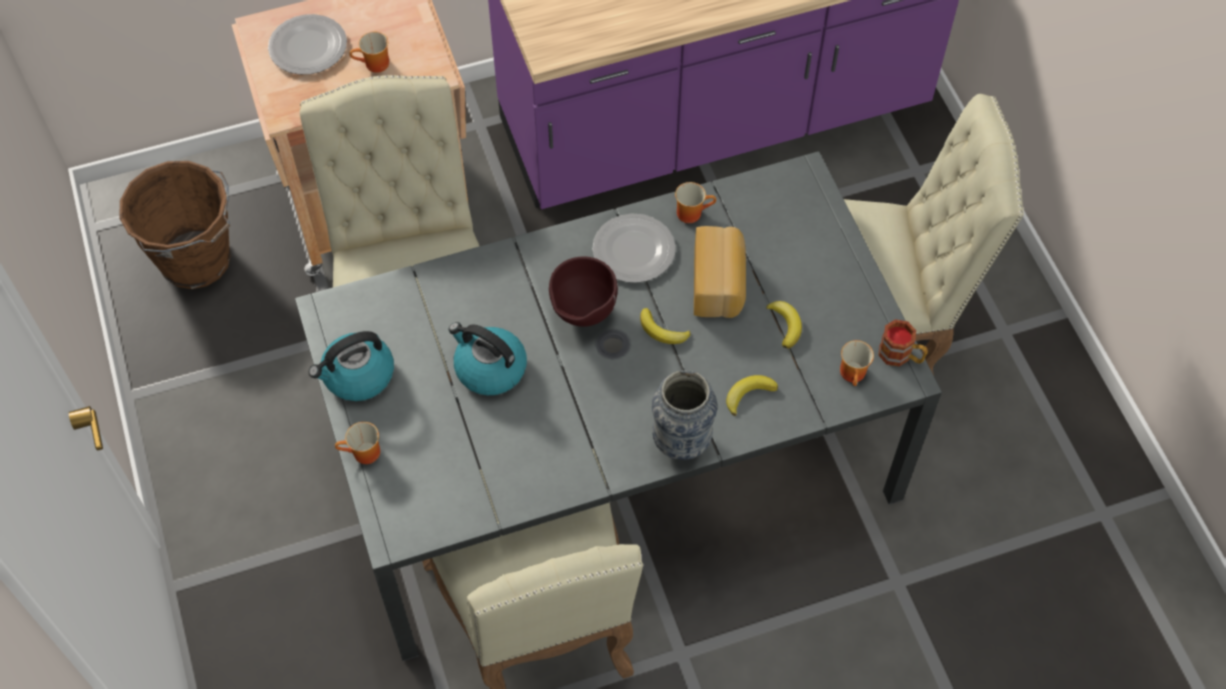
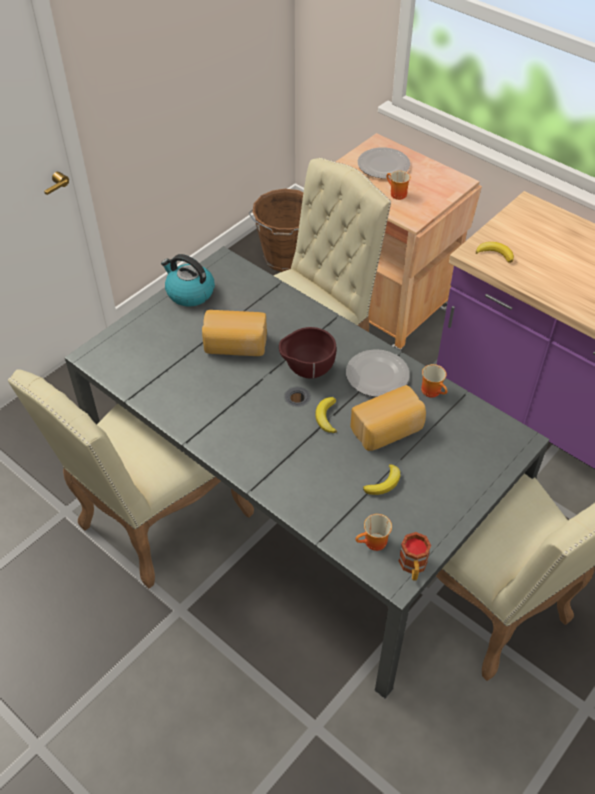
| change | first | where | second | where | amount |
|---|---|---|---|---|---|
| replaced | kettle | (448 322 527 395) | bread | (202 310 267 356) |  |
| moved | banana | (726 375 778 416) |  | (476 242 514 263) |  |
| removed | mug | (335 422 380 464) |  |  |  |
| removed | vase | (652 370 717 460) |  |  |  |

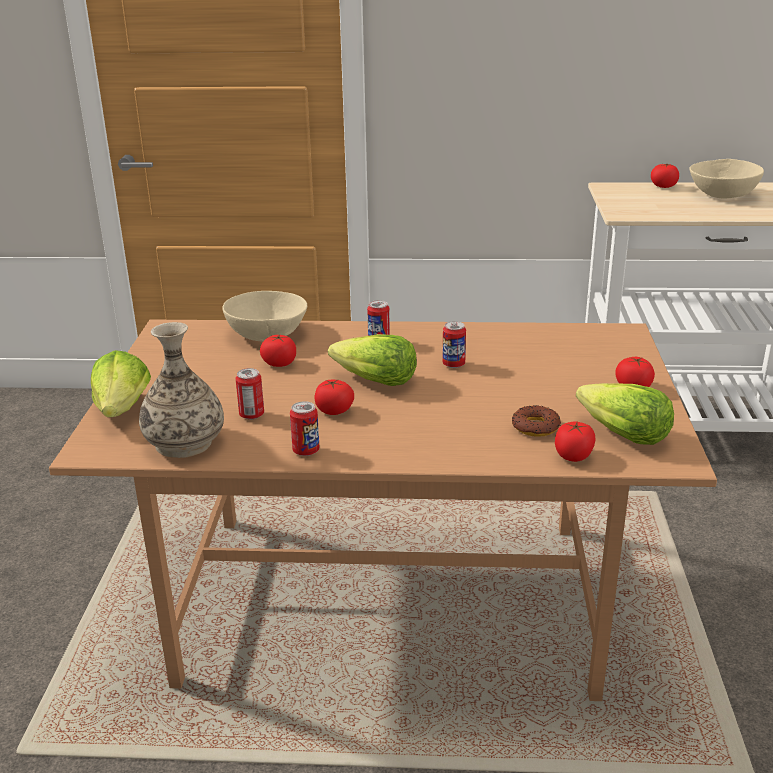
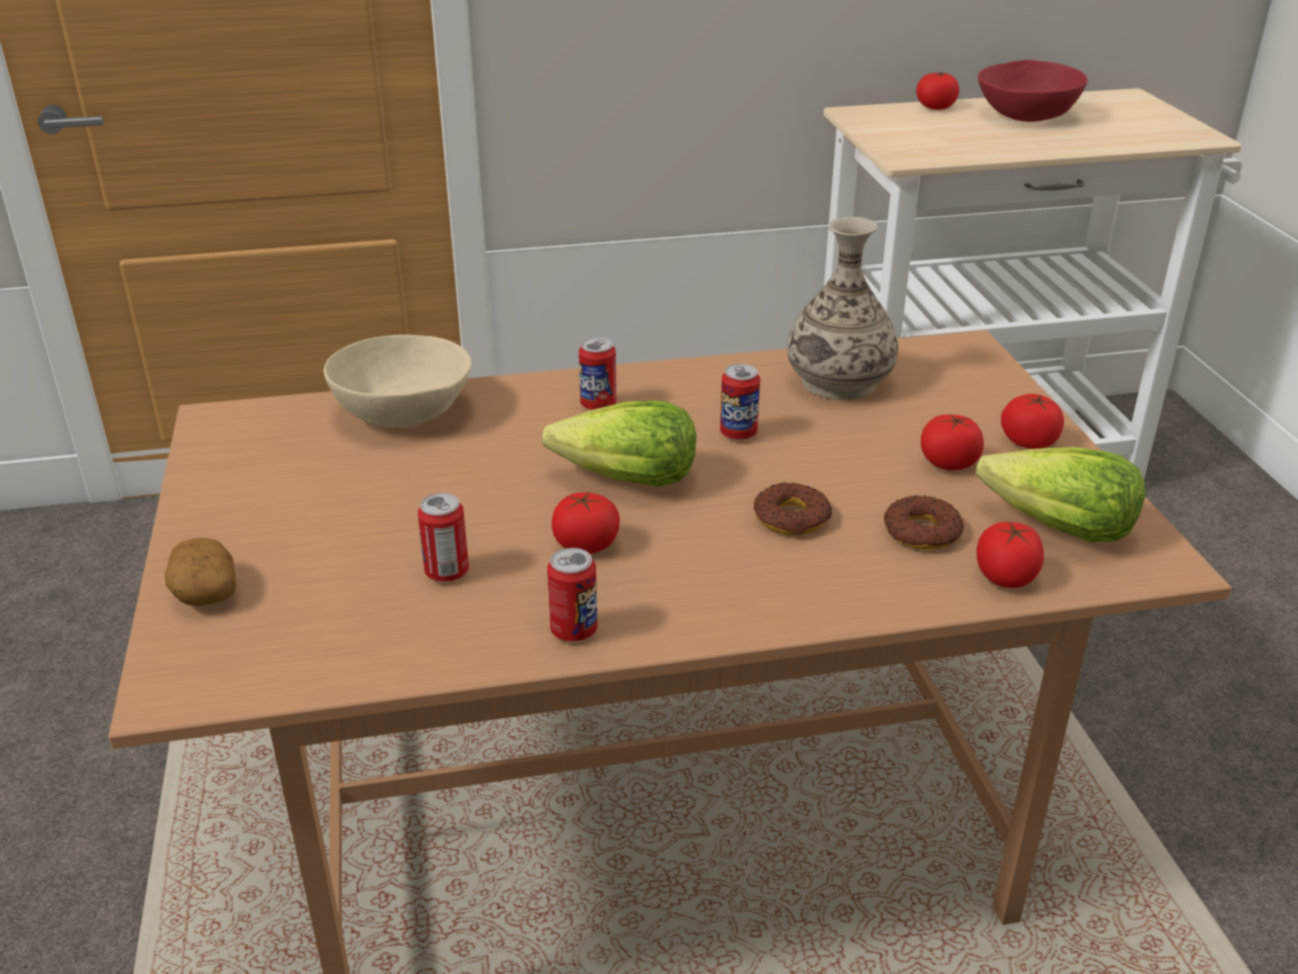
| change | first | where | second | where | amount |
|---|---|---|---|---|---|
| replaced | lettuce | (91 350 151 417) | potato | (165 538 236 606) |  |
| added |  |  | donut | (754 482 832 535) |  |
| moved | vase | (139 322 224 458) |  | (787 217 898 400) |  |
| moved | tomato | (260 334 296 367) |  | (921 414 984 470) |  |
| recoloured | beige bowl | (689 159 764 198) | red bowl | (978 60 1088 122) |  |

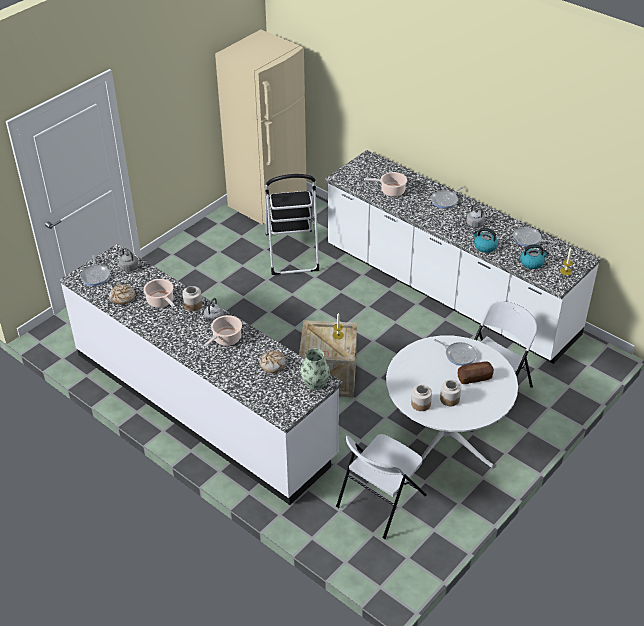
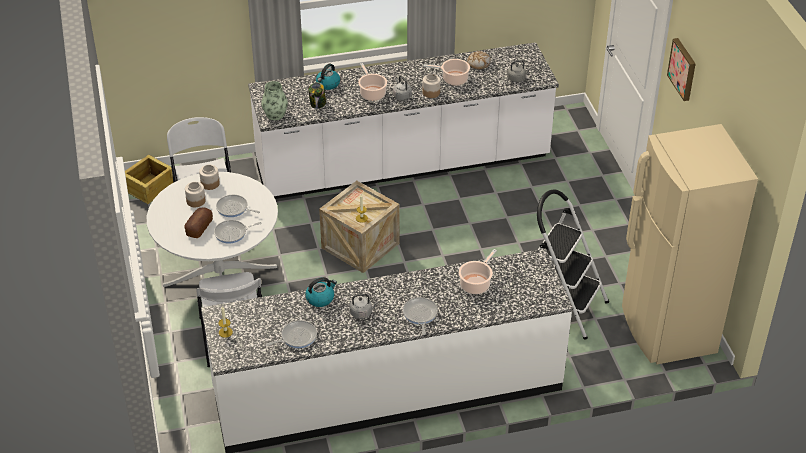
| change | first | where | second | where | amount |
|---|---|---|---|---|---|
| added |  |  | crate | (125 155 173 204) |  |
| moved | frying pan | (80 255 110 286) |  | (216 195 260 217) |  |
| replaced | bread | (260 351 286 373) | jar | (308 82 326 109) |  |
| moved | kettle | (520 244 549 269) |  | (316 63 340 90) |  |
| added |  |  | picture | (667 38 696 101) |  |

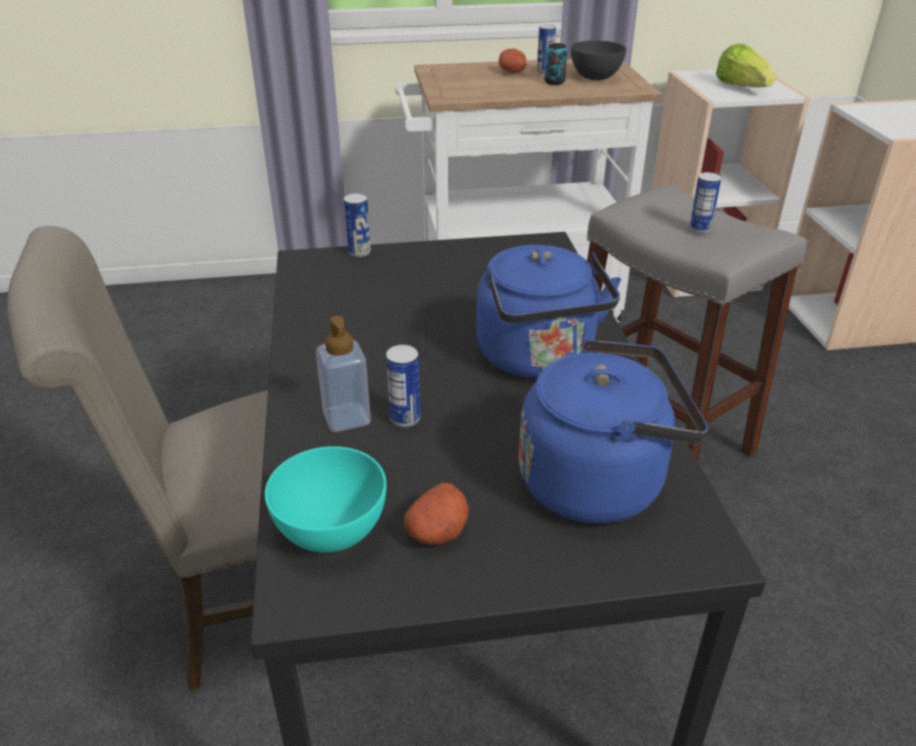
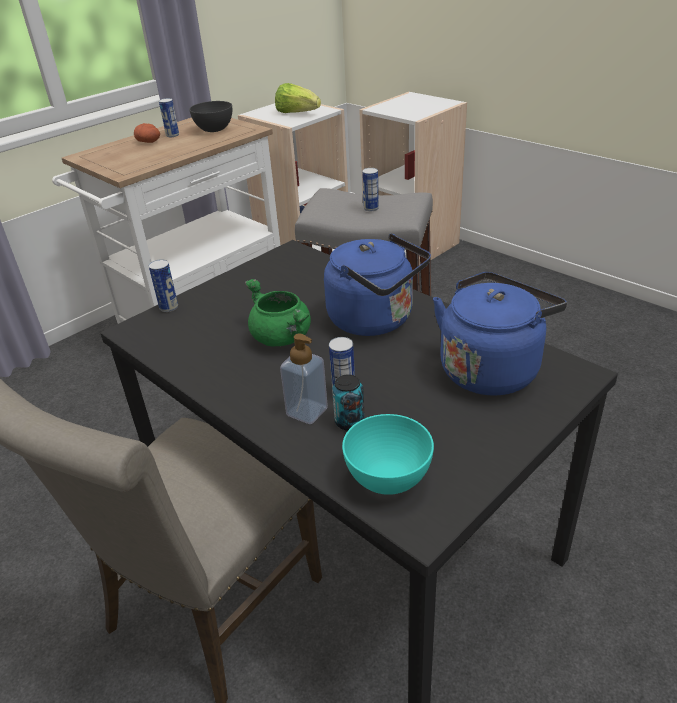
| change | first | where | second | where | amount |
|---|---|---|---|---|---|
| added |  |  | green cooking pot | (245 279 311 346) |  |
| moved | can | (544 43 567 85) |  | (332 374 365 431) |  |
| removed | potato | (404 483 469 545) |  |  |  |

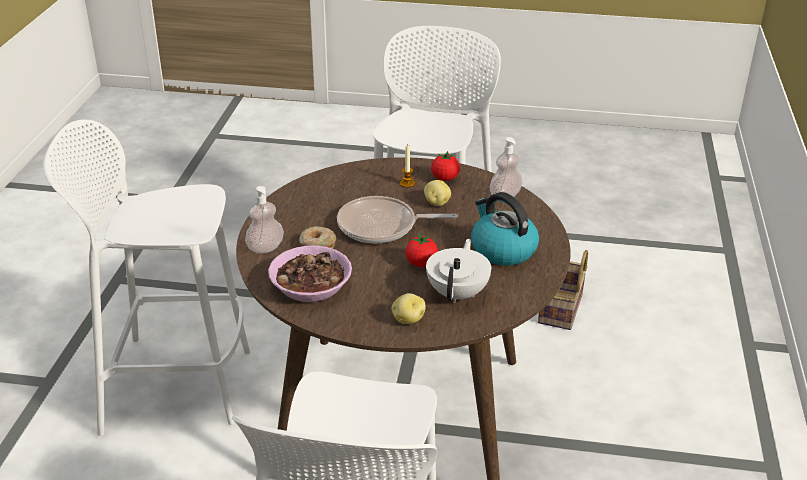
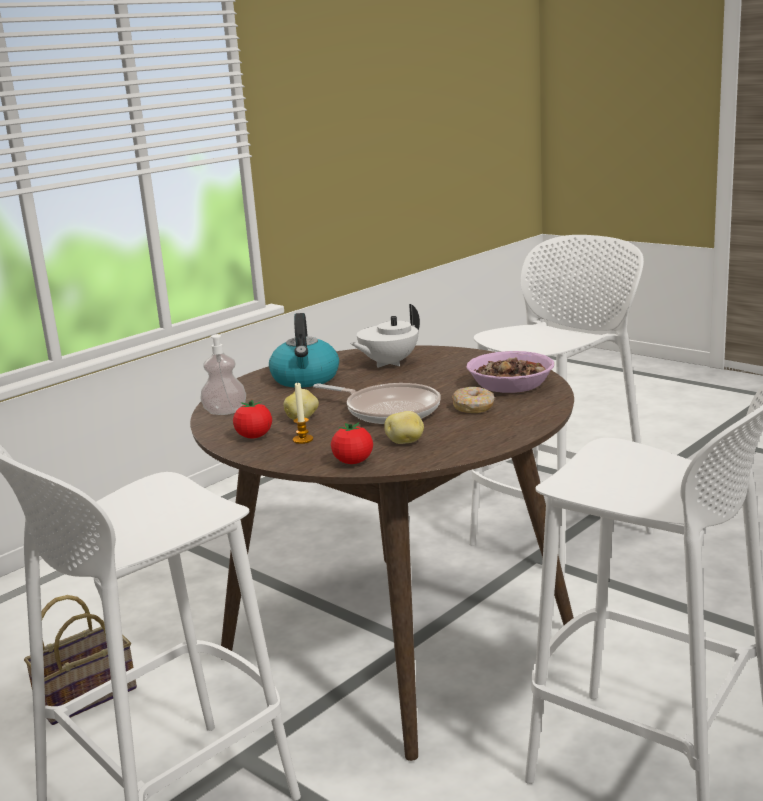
| change | first | where | second | where | amount |
|---|---|---|---|---|---|
| moved | tomato | (405 233 438 267) |  | (331 422 373 464) |  |
| moved | potato | (392 293 426 324) |  | (384 411 424 444) |  |
| removed | soap dispenser | (245 186 284 254) |  |  |  |

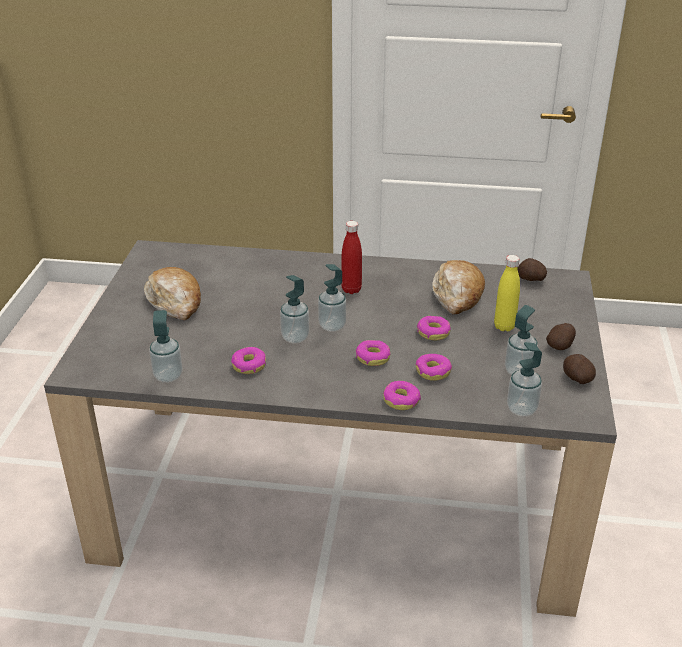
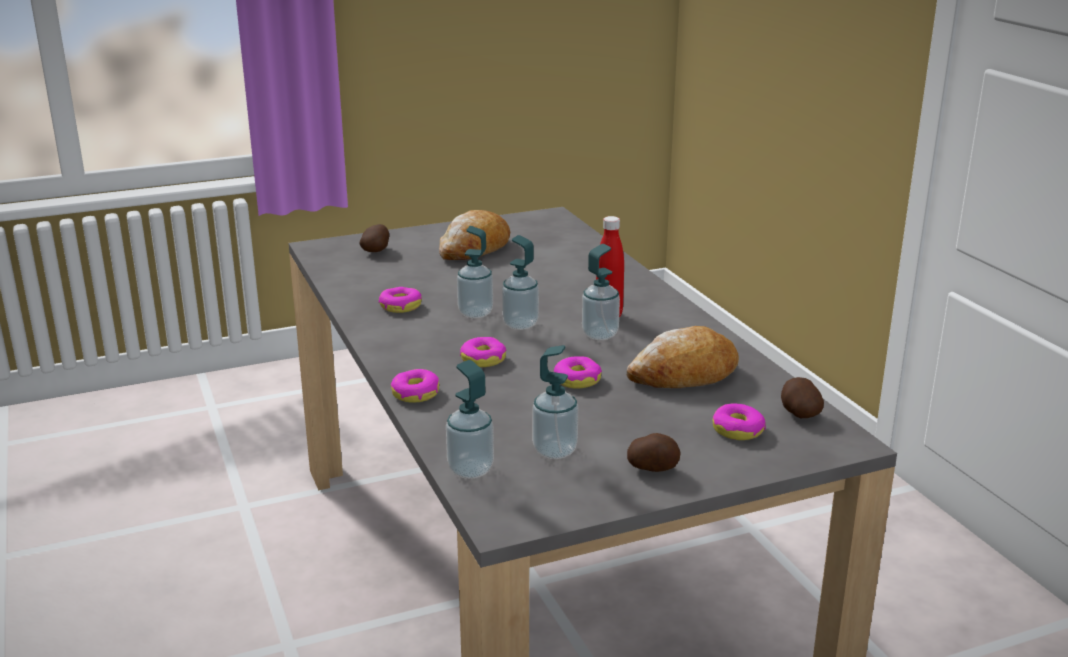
| change | first | where | second | where | amount |
|---|---|---|---|---|---|
| moved | potato | (563 354 596 384) |  | (360 224 389 252) |  |
| moved | soap dispenser | (149 310 183 383) |  | (582 244 620 340) |  |
| moved | donut | (416 354 452 381) |  | (713 404 766 440) |  |
| removed | yellow bottle | (494 255 520 332) |  |  |  |

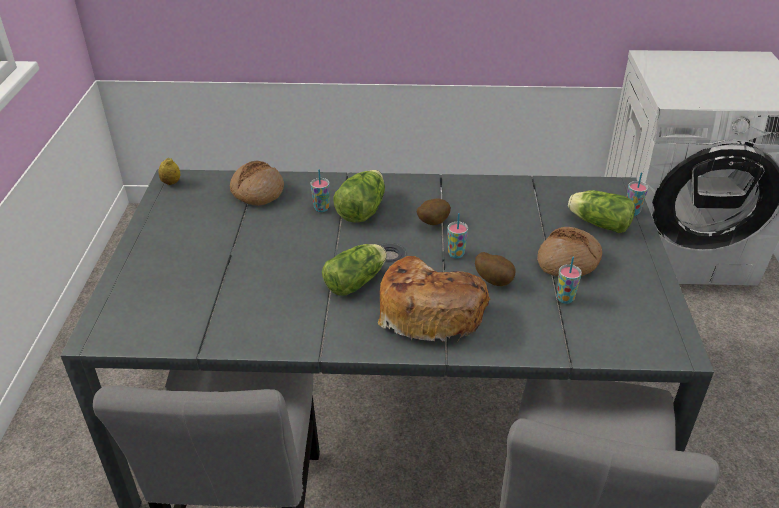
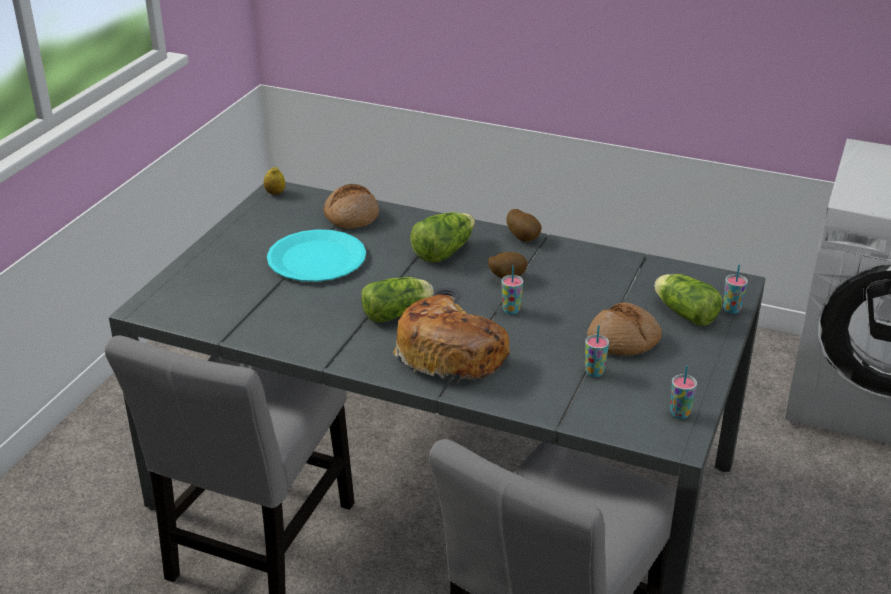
| change | first | where | second | where | amount |
|---|---|---|---|---|---|
| added |  |  | turquoise plate | (267 229 366 282) |  |
| moved | potato | (475 252 516 286) |  | (507 209 542 242) |  |
| moved | cup | (310 169 330 212) |  | (670 365 697 419) |  |

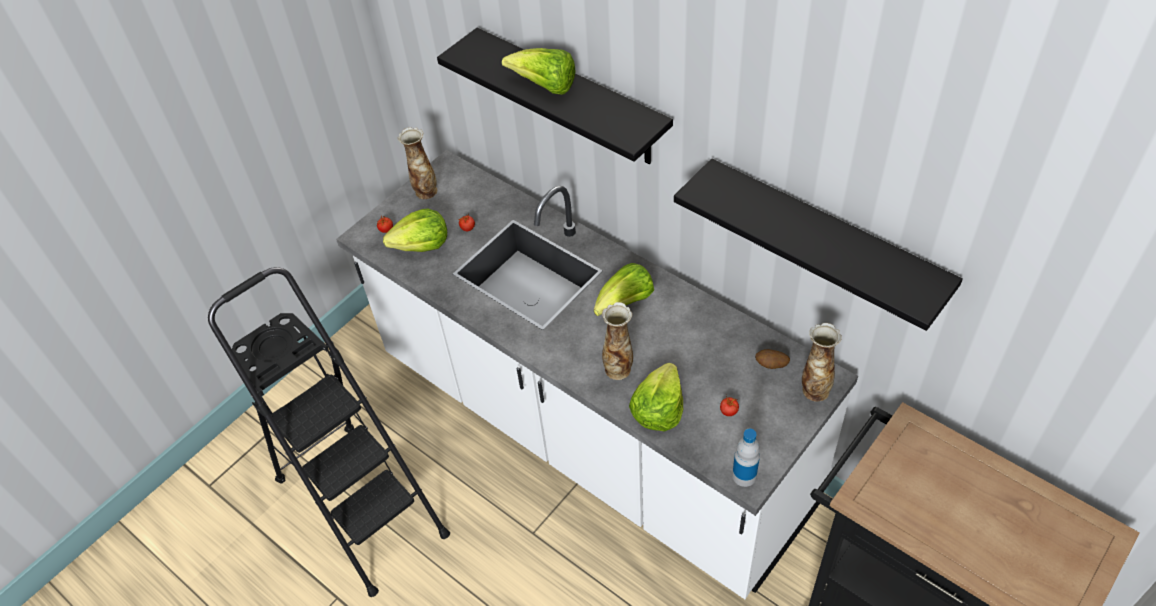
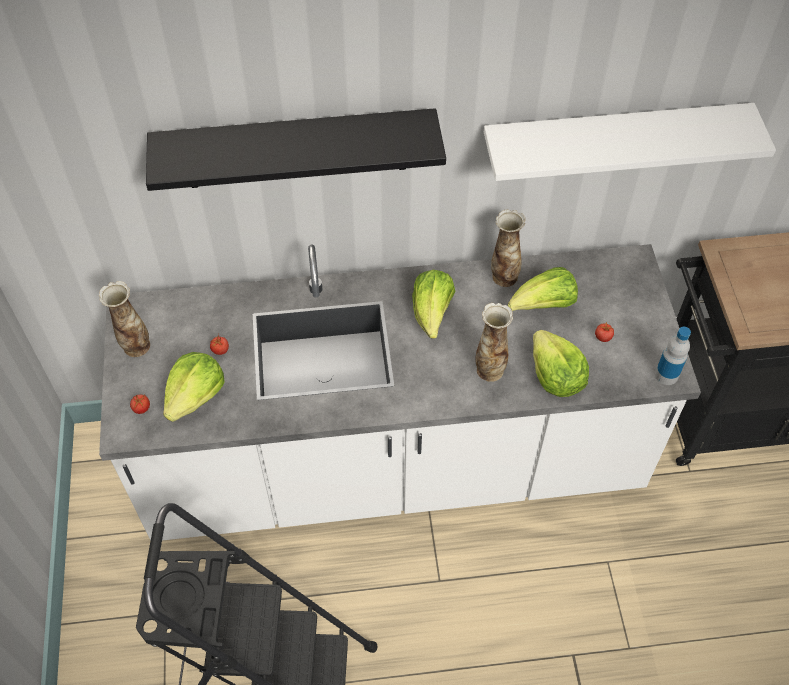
| change | first | where | second | where | amount |
|---|---|---|---|---|---|
| recoloured | black shelf | (674 158 963 331) | white shelf | (484 103 776 181) |  |
| moved | vase | (802 323 842 402) |  | (491 209 525 287) |  |
| moved | lettuce | (502 48 576 95) |  | (508 267 578 311) |  |
| removed | potato | (755 349 790 369) |  |  |  |

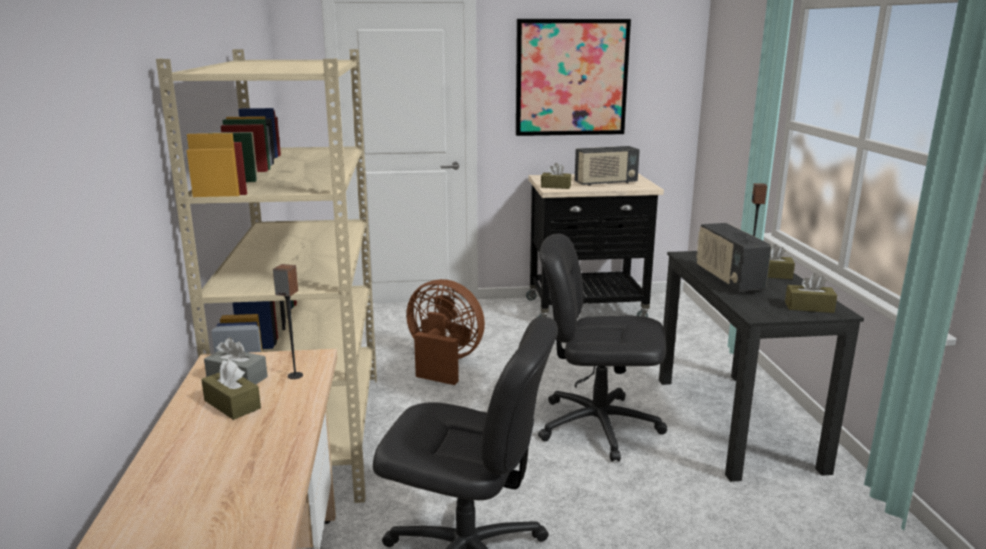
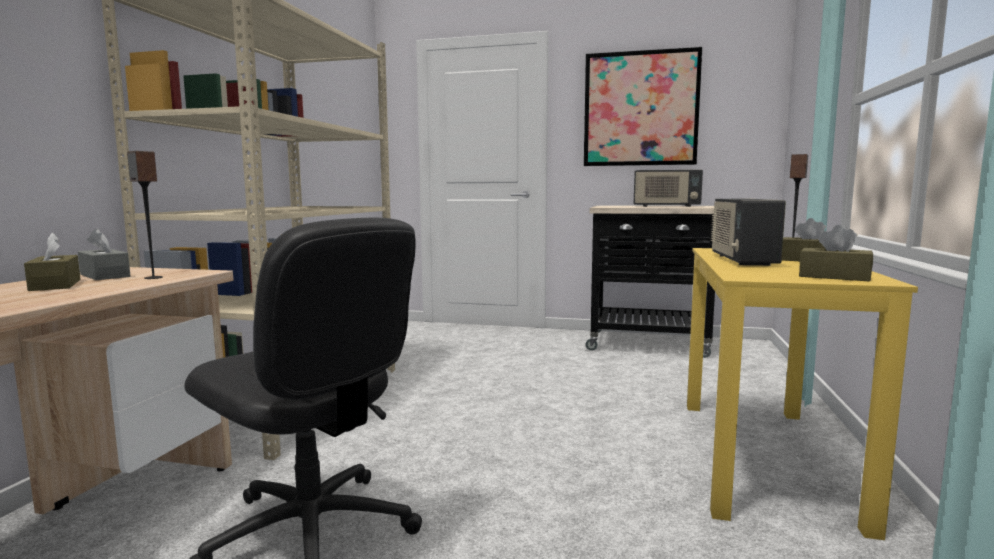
| change | first | where | second | where | amount |
|---|---|---|---|---|---|
| recoloured | black desk | (659 251 864 482) | yellow desk | (687 248 918 540) |  |
| removed | brown fan | (406 279 485 385) |  |  |  |
| removed | black office chair | (538 234 667 462) |  |  |  |
| removed | brown tissue box | (541 163 571 189) |  |  |  |

